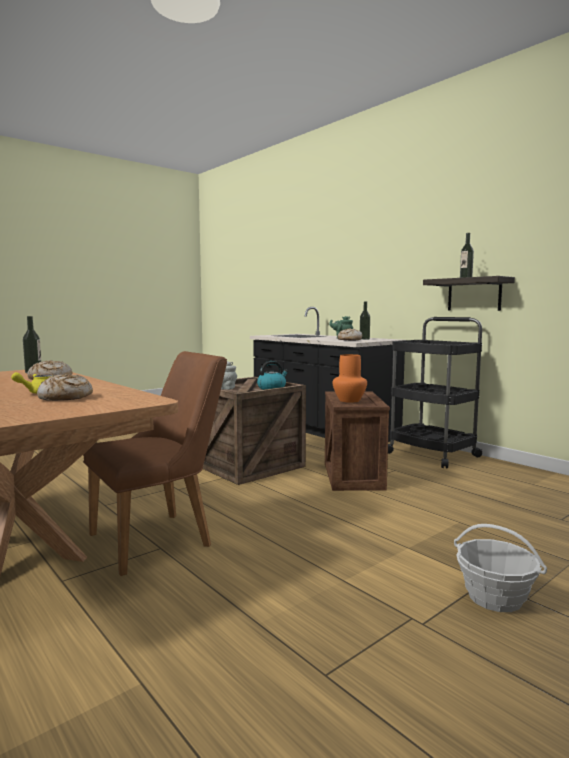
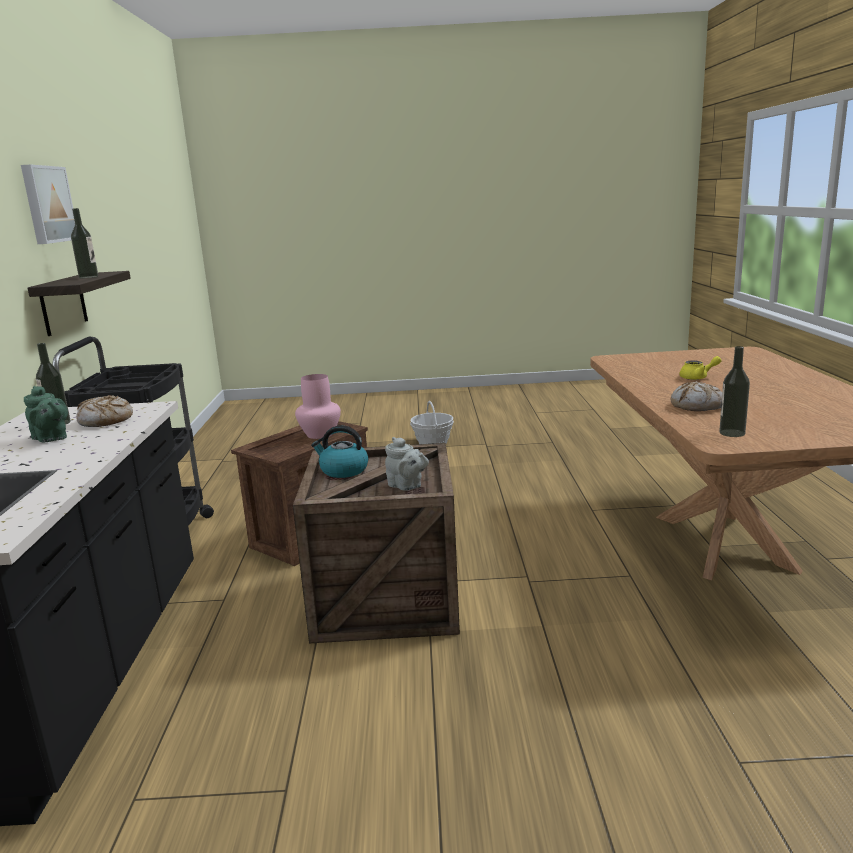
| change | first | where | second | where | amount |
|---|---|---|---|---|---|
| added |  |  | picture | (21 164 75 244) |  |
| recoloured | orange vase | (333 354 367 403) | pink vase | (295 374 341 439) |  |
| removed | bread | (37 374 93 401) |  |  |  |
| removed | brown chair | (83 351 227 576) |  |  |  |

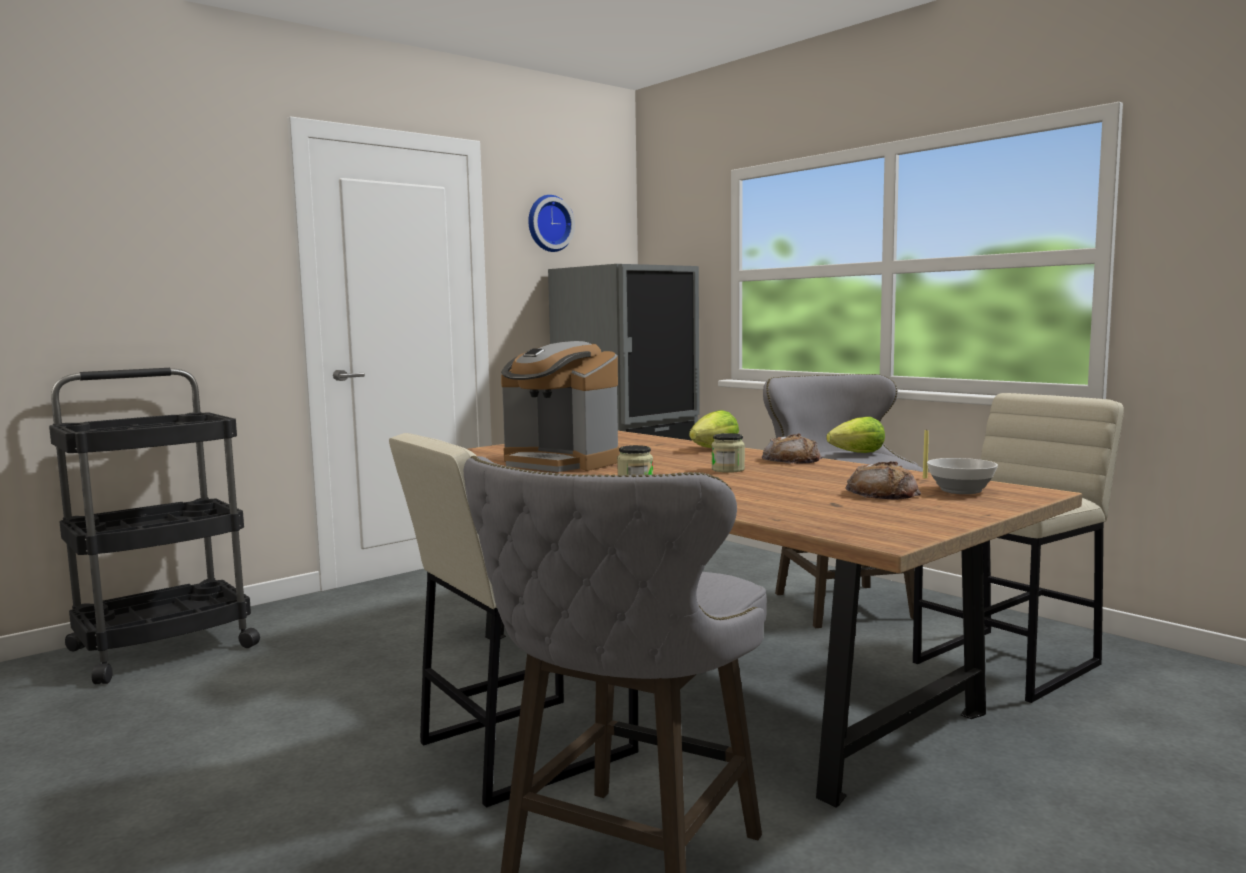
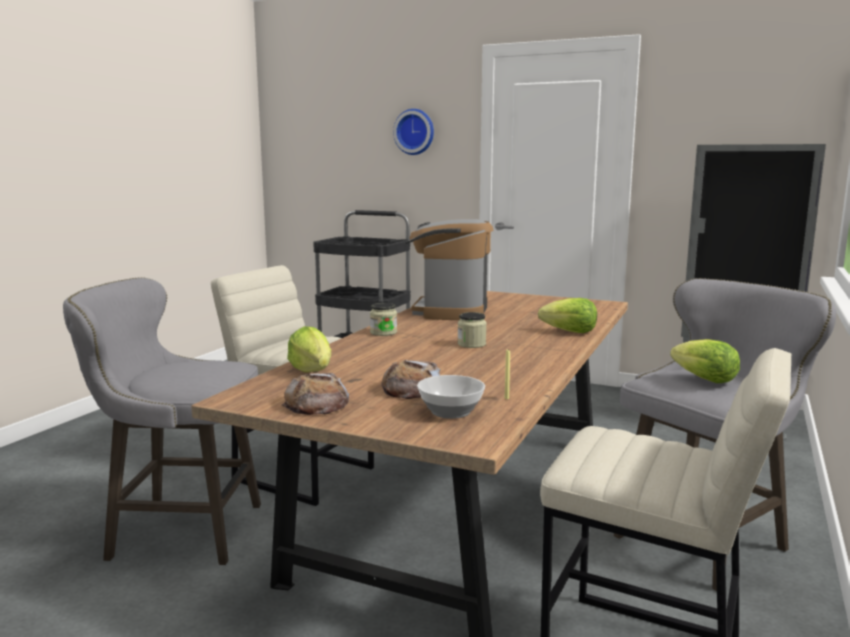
| change | first | where | second | where | amount |
|---|---|---|---|---|---|
| moved | bread | (762 433 822 464) |  | (282 373 349 415) |  |
| added |  |  | lettuce | (287 326 331 372) |  |
| moved | wall clock | (528 195 575 252) |  | (393 109 434 155) |  |

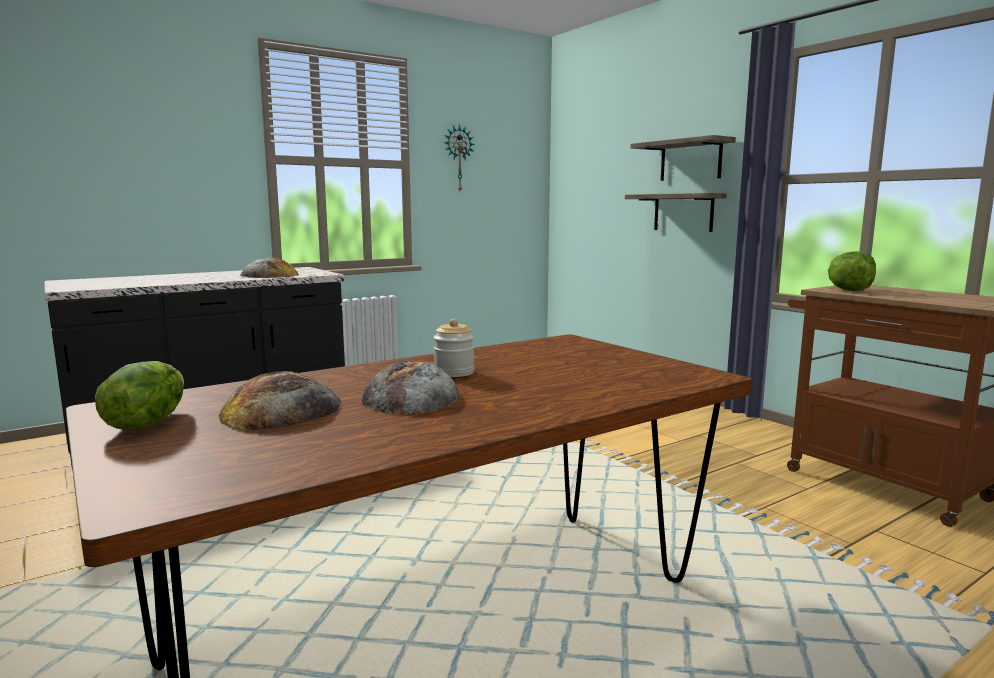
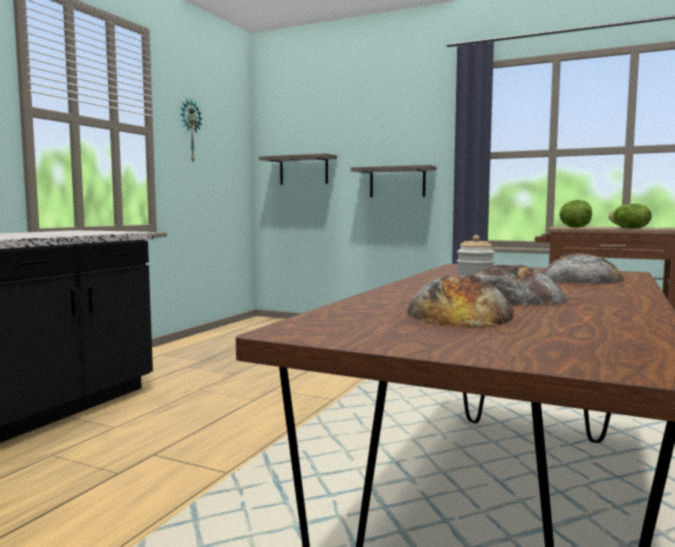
| change | first | where | second | where | amount |
|---|---|---|---|---|---|
| moved | shelf | (631 135 736 181) |  | (259 153 337 185) |  |
| moved | bread | (240 257 299 278) |  | (541 253 625 284) |  |
| moved | lettuce | (95 361 184 429) |  | (609 204 652 229) |  |

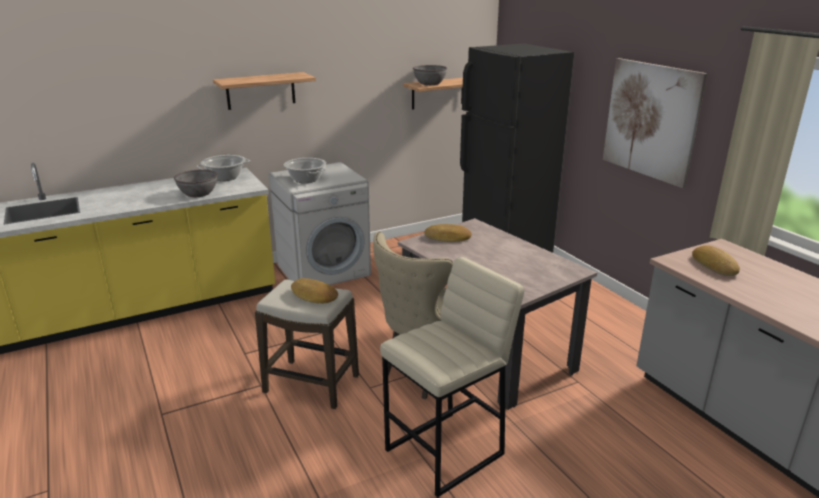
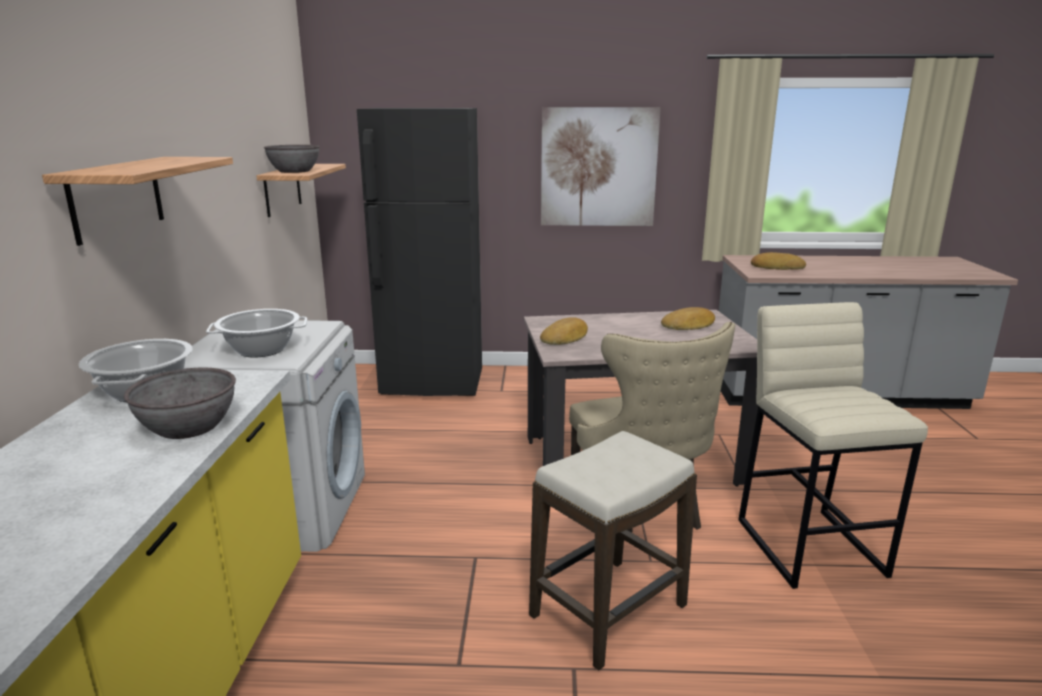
| change | first | where | second | where | amount |
|---|---|---|---|---|---|
| moved | bread | (291 278 338 303) |  | (661 307 715 330) |  |

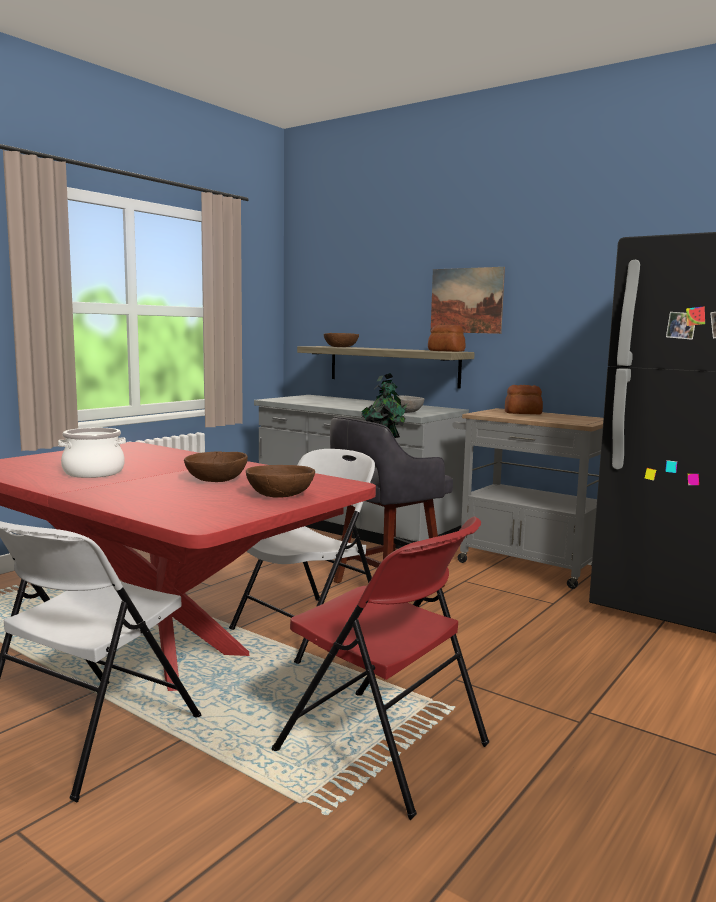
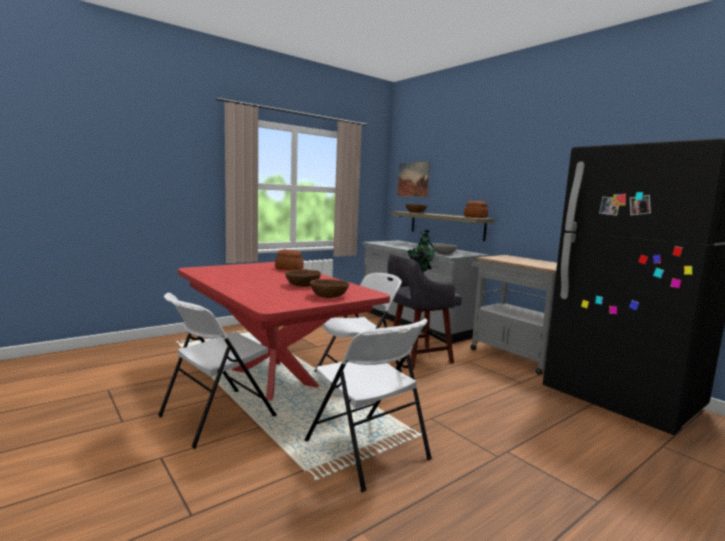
| change | first | where | second | where | amount |
|---|---|---|---|---|---|
| moved | bread | (505 385 543 414) |  | (275 249 304 271) |  |
| recoloured | red chair | (272 517 489 820) | white chair | (304 319 432 492) |  |
| moved | picture | (431 267 505 334) |  | (398 162 430 197) |  |
| removed | cooking pot | (58 428 126 478) |  |  |  |

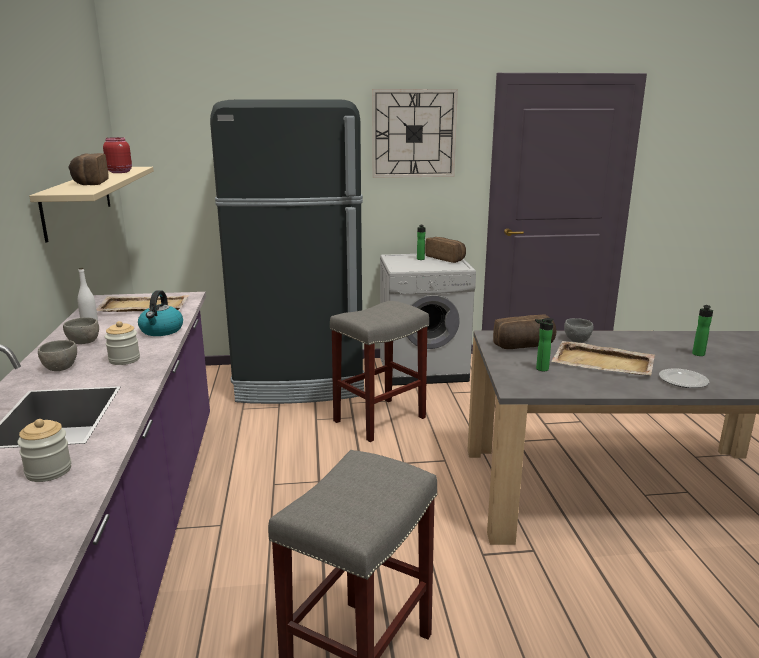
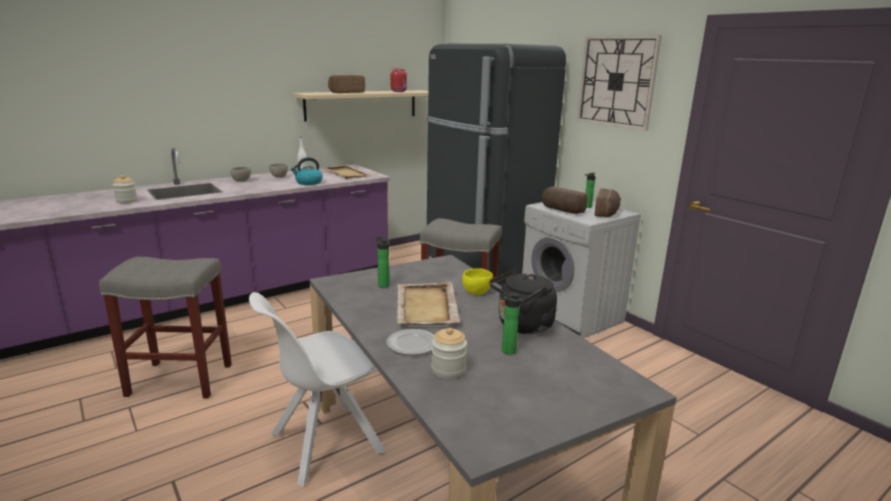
| change | first | where | second | where | amount |
|---|---|---|---|---|---|
| added |  |  | white chair | (249 292 385 486) |  |
| moved | jar | (105 321 140 365) |  | (431 327 467 379) |  |
| recoloured | grey bowl | (564 318 593 343) | yellow bowl | (462 268 493 295) |  |
| added |  |  | black kettle | (489 270 557 334) |  |
| moved | bread | (493 314 556 349) |  | (542 186 588 214) |  |

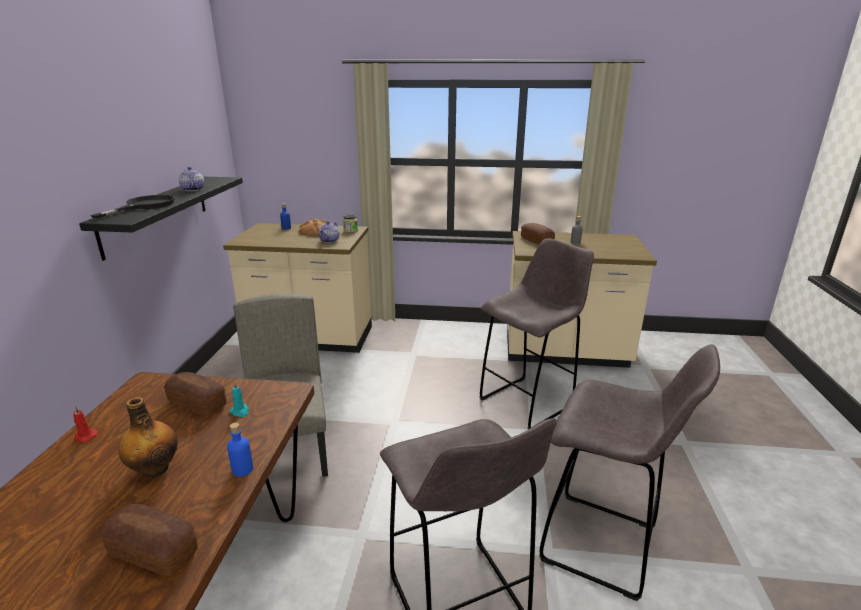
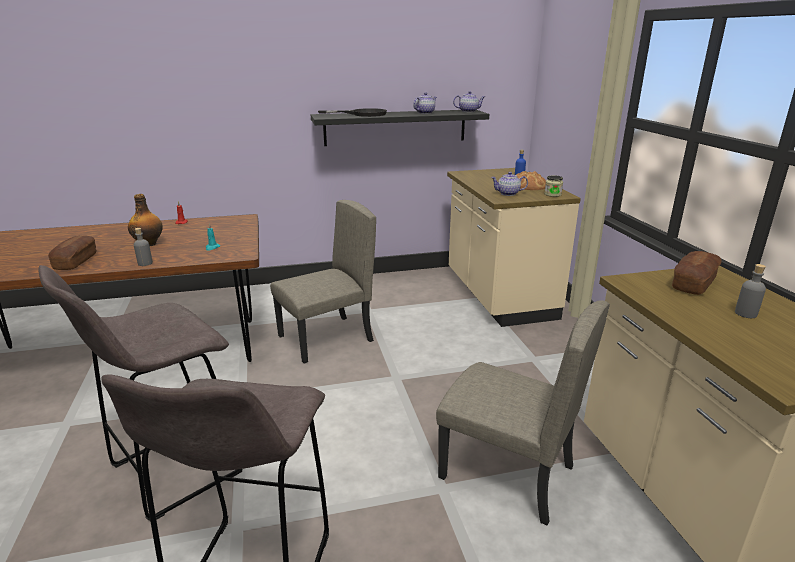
| change | first | where | second | where | amount |
|---|---|---|---|---|---|
| recoloured | blue bottle | (227 422 253 477) | grey bottle | (134 228 153 266) |  |
| replaced | grey stool | (480 239 594 429) | beige chair | (436 300 610 525) |  |
| added |  |  | teapot | (453 91 485 112) |  |
| removed | bread | (164 372 226 416) |  |  |  |

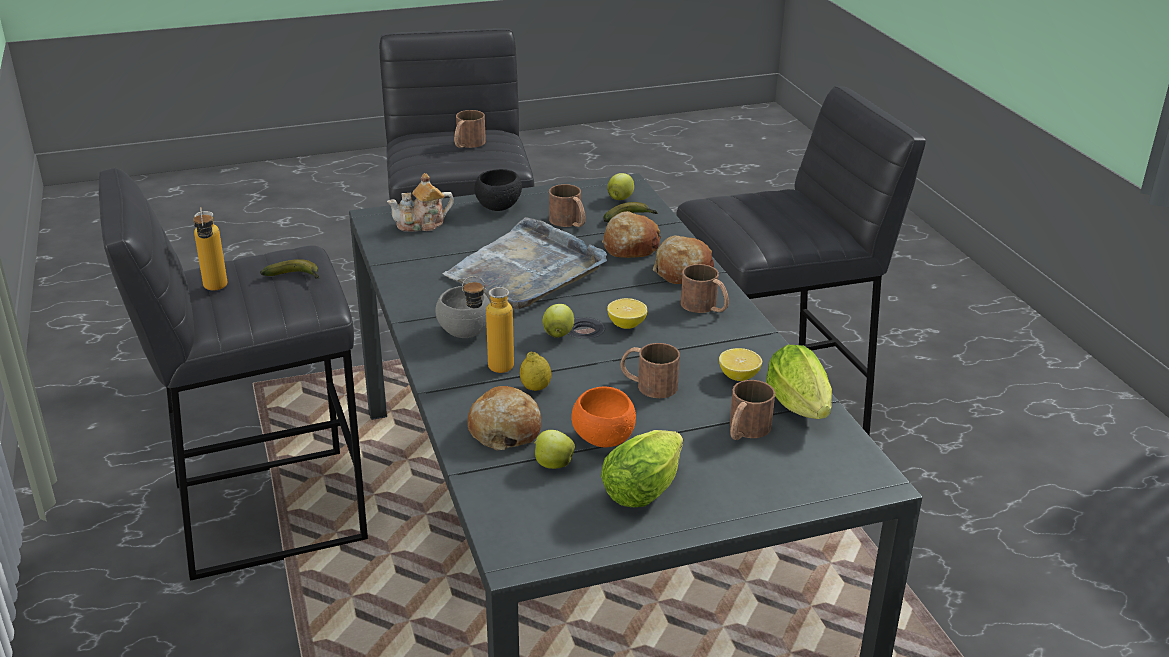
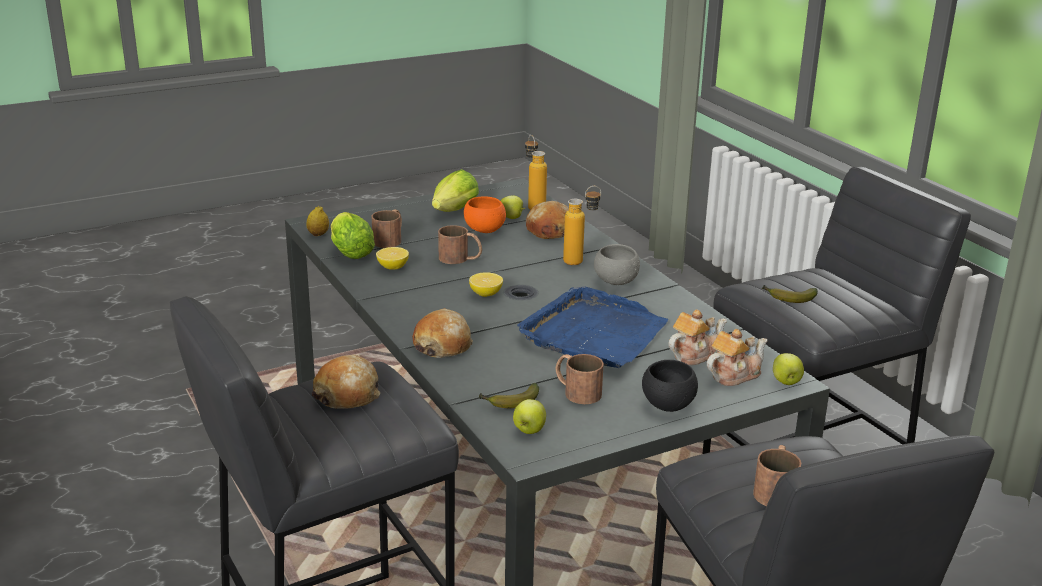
| change | first | where | second | where | amount |
|---|---|---|---|---|---|
| moved | lemon | (520 352 552 391) |  | (307 206 329 236) |  |
| moved | bread | (602 211 661 258) |  | (312 355 380 409) |  |
| recoloured | grey tray | (442 217 607 310) | blue tray | (517 286 668 368) |  |
| moved | bottle | (193 207 227 291) |  | (525 135 547 210) |  |
| added |  |  | teapot | (668 310 727 365) |  |
| moved | apple | (543 304 574 338) |  | (773 353 804 385) |  |
| removed | brown mug | (681 264 729 313) |  |  |  |

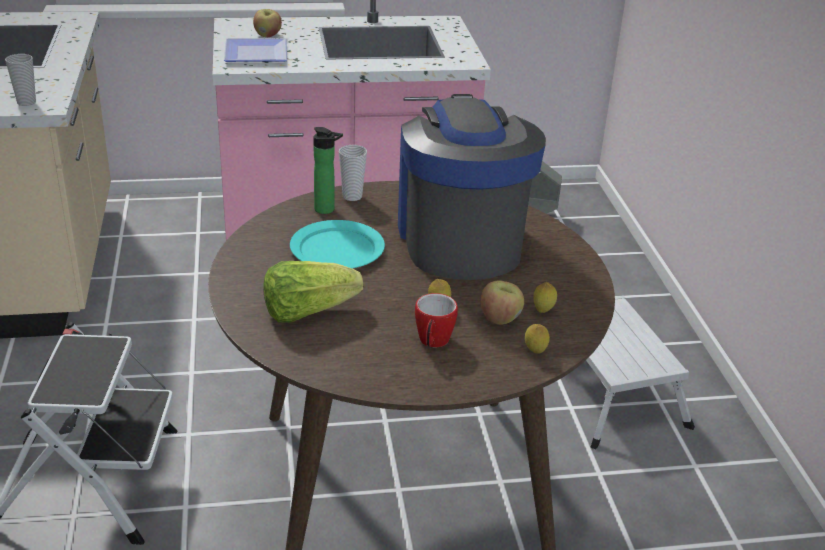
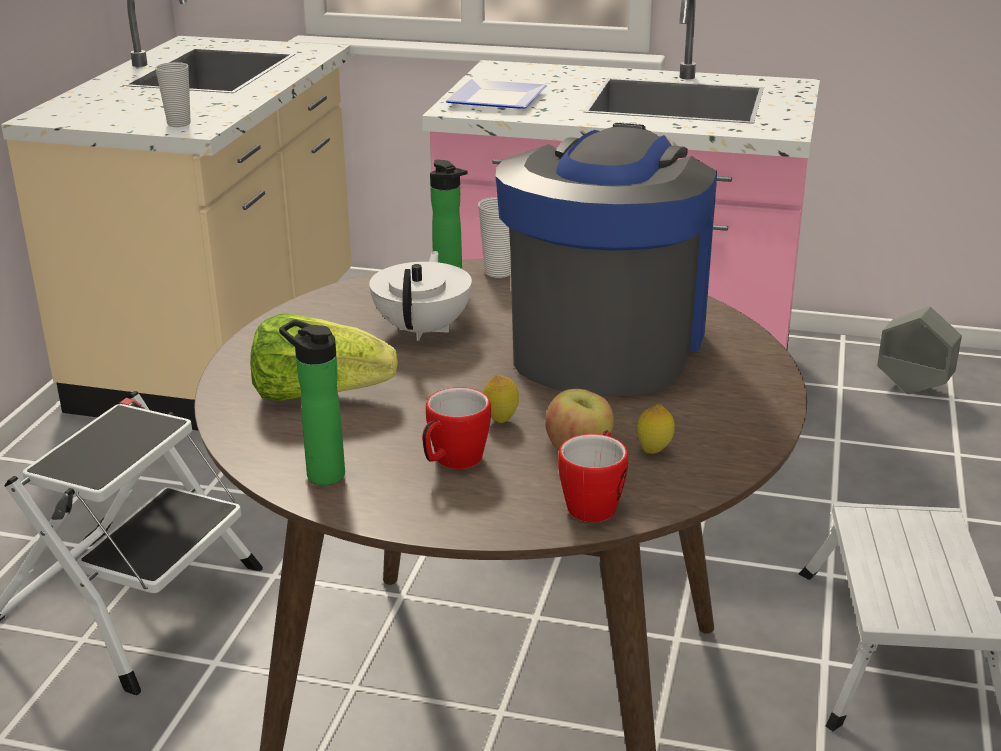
| change | first | where | second | where | amount |
|---|---|---|---|---|---|
| added |  |  | bottle | (279 319 345 485) |  |
| replaced | turquoise plate | (290 220 385 268) | white teapot | (369 251 472 341) |  |
| replaced | lemon | (525 324 550 354) | mug | (558 430 628 522) |  |
| removed | apple | (253 9 282 37) |  |  |  |

